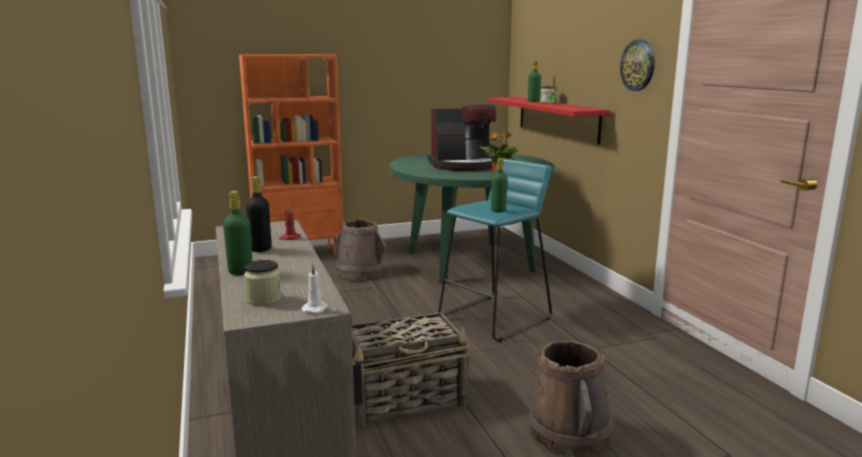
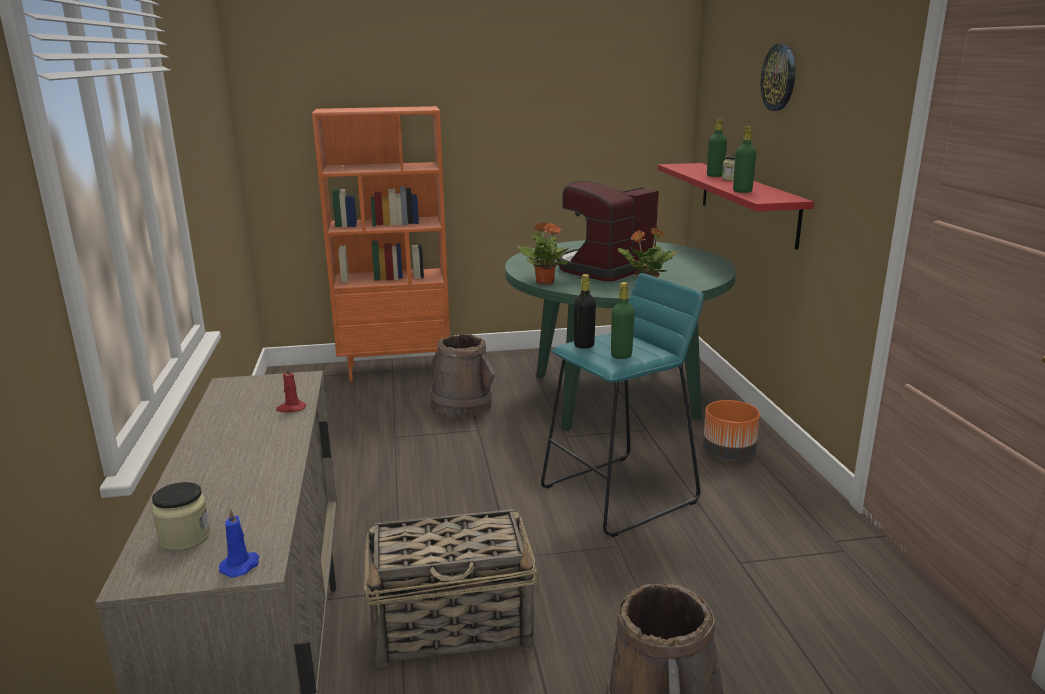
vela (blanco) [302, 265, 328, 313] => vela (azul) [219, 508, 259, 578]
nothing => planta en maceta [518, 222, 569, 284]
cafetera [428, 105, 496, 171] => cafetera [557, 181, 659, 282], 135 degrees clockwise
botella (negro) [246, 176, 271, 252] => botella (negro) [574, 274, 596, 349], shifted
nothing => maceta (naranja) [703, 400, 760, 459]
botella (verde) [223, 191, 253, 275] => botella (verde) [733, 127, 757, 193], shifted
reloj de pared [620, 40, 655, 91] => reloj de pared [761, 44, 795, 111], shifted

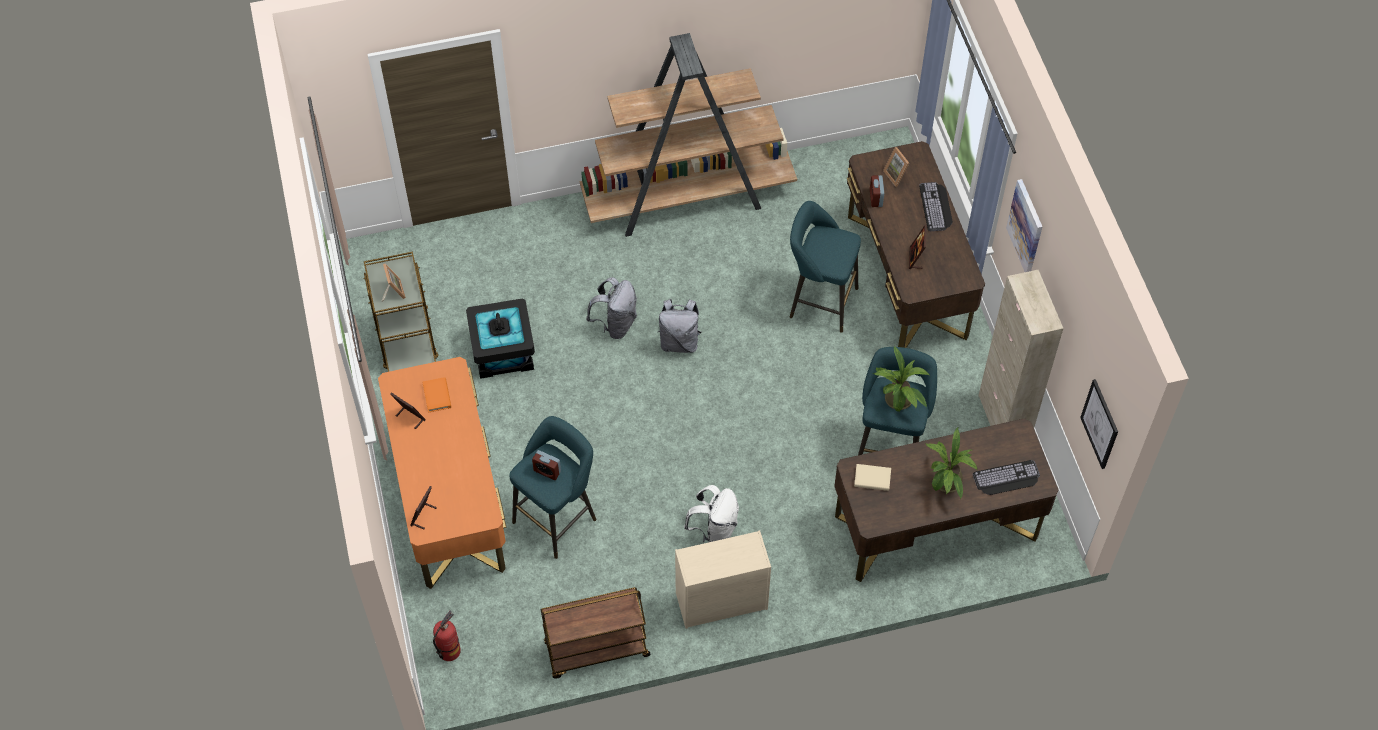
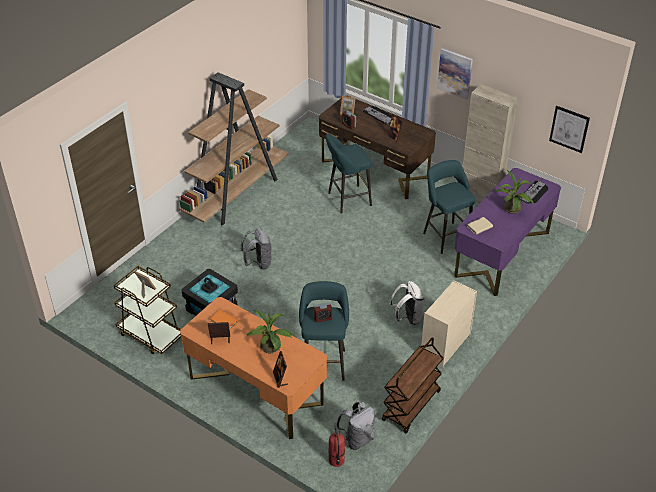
planta en maceta [873, 346, 929, 412] => planta en maceta [246, 310, 294, 353], shifted
mochila (gris) [657, 299, 702, 353] => mochila (gris) [337, 401, 375, 450], shifted
escritorio (marrón) [834, 418, 1058, 582] => escritorio (morado) [454, 168, 561, 296]

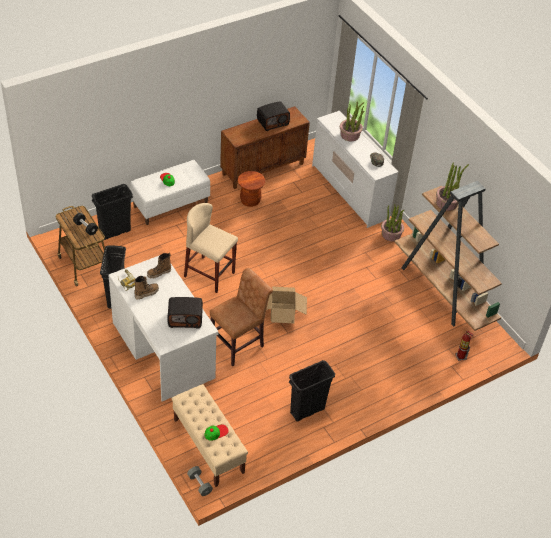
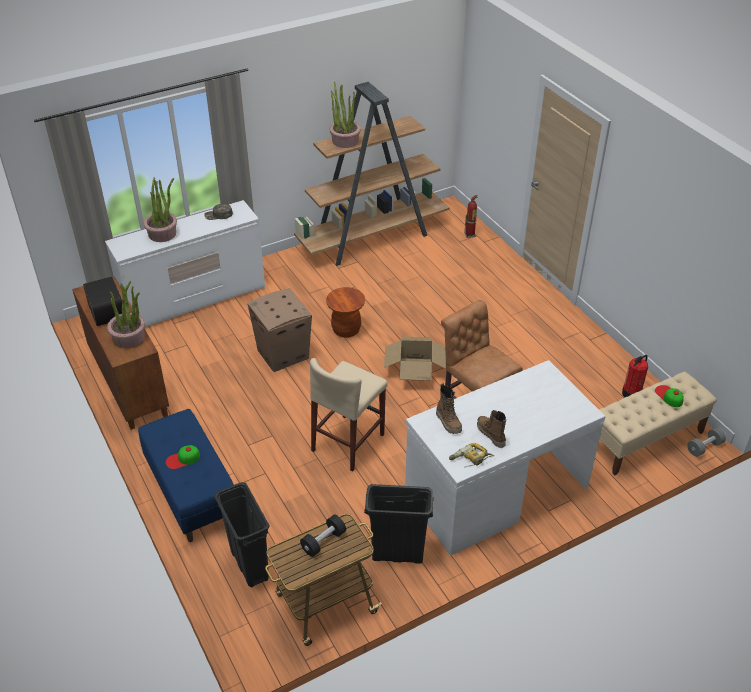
planta en maceta [381, 204, 404, 241] => planta en maceta [107, 281, 145, 348], shifted
banco (blanco) [130, 160, 210, 225] => banco (azul) [138, 409, 234, 542]
nothing => caja de cartón [248, 289, 312, 372]
taburete (marrón) [238, 171, 265, 207] => taburete (marrón) [326, 287, 365, 338], shifted
nothing => extintor [622, 355, 648, 397]
radio [167, 297, 203, 329] => nothing
papelera (negro) [289, 360, 335, 421] => nothing

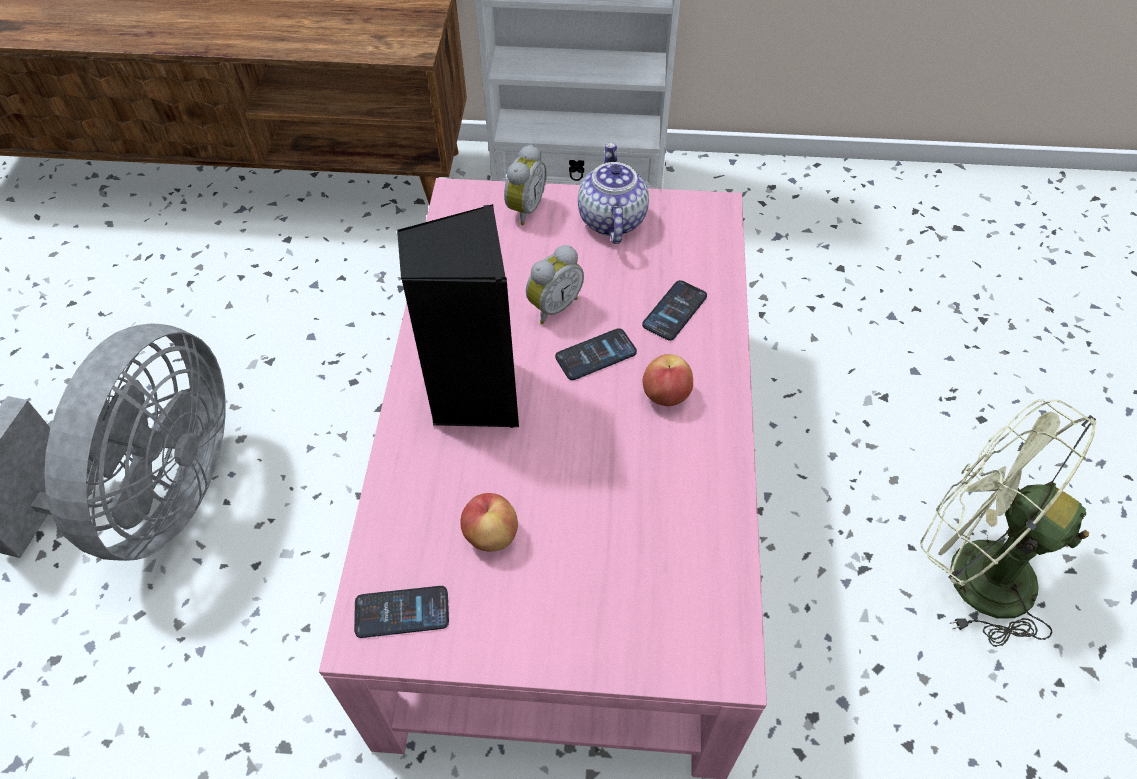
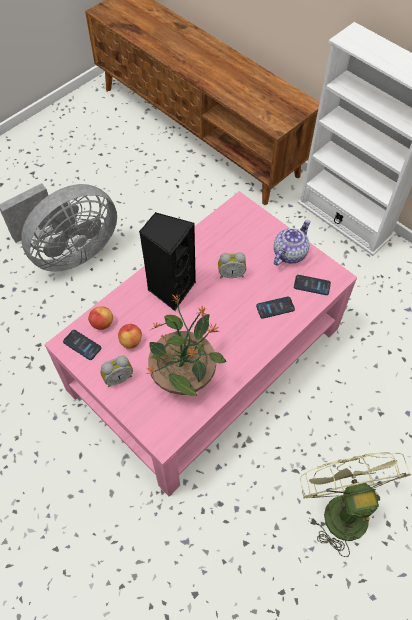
manzana [642, 354, 693, 406] => manzana [88, 306, 113, 330], shifted
despertador [504, 144, 547, 225] => despertador [100, 355, 133, 387], shifted
nothing => planta en maceta [146, 294, 227, 396]
móvil [555, 328, 637, 380] => móvil [294, 275, 331, 295], shifted

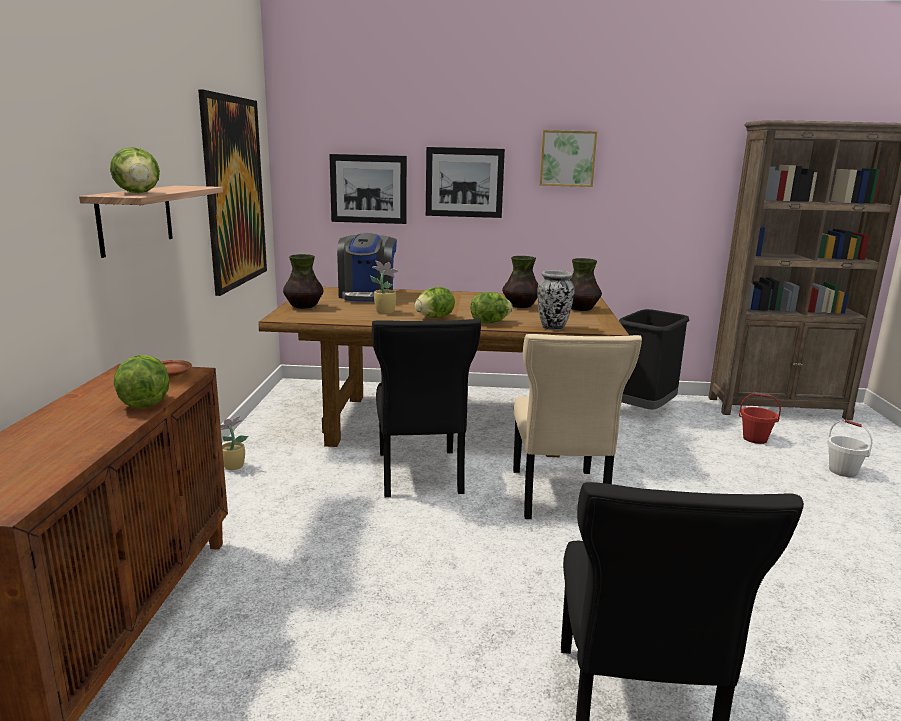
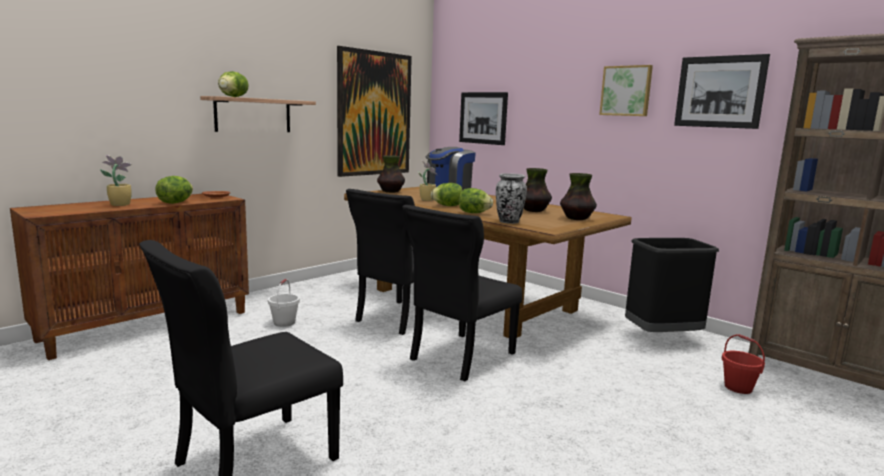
planta en maceta [220, 416, 248, 470] => planta en maceta [100, 155, 132, 206], shifted
cubo (blanco) [827, 420, 872, 477] => cubo (blanco) [268, 279, 300, 327], shifted
silla (beis) [513, 334, 642, 519] => silla (negro) [402, 205, 522, 382]
cuadro [426, 147, 505, 218] => cuadro [674, 54, 770, 129], shifted

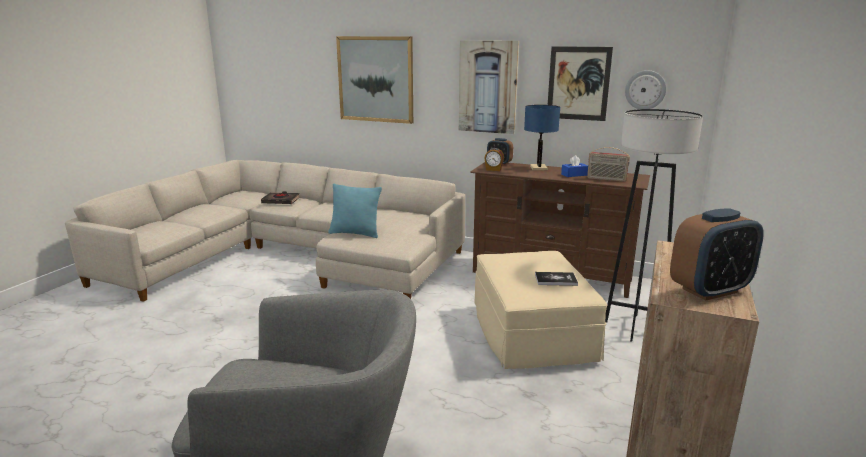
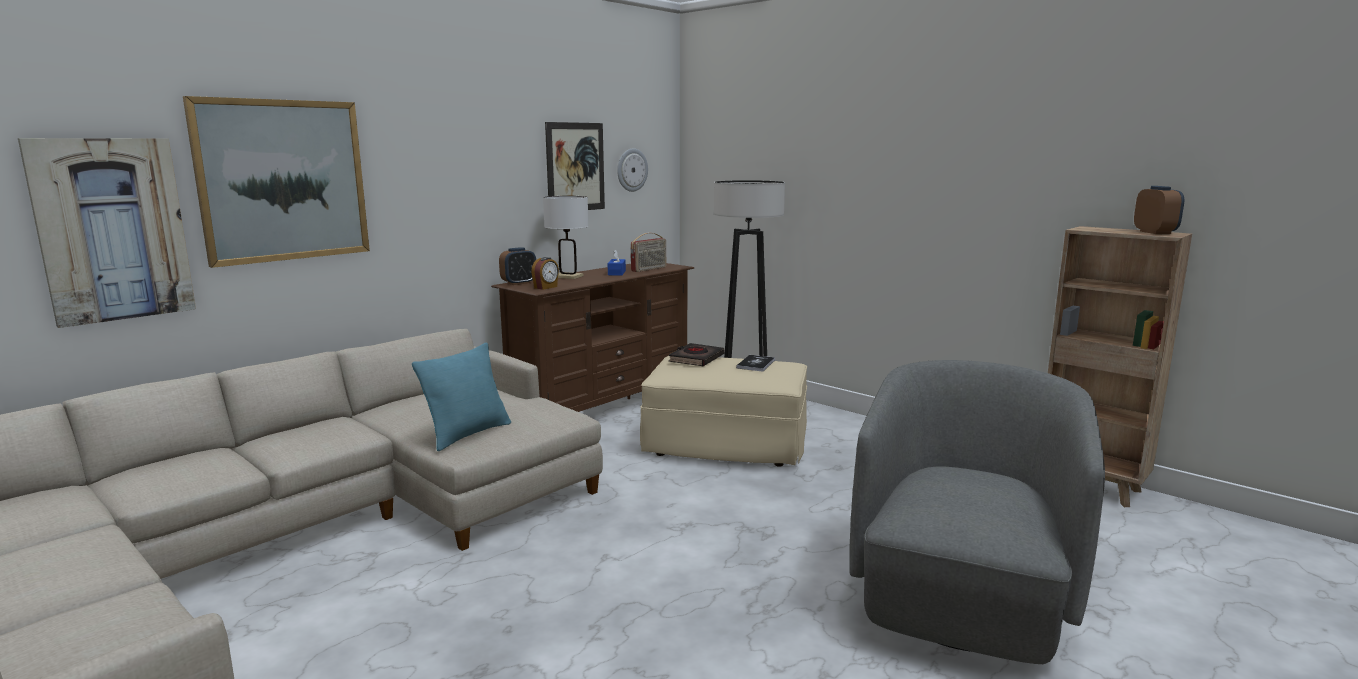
cuadro [459, 40, 519, 134] => cuadro [18, 138, 196, 328], shifted
lámpara de mesa (azul) [524, 105, 560, 171] => lámpara de mesa (blanco) [543, 196, 589, 279]
libro (negro) [261, 191, 300, 204] => libro (negro) [669, 343, 724, 366], shifted

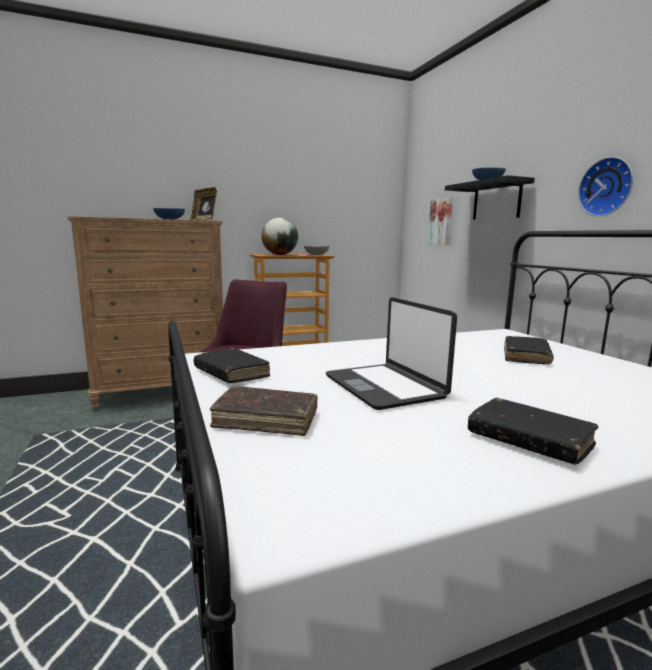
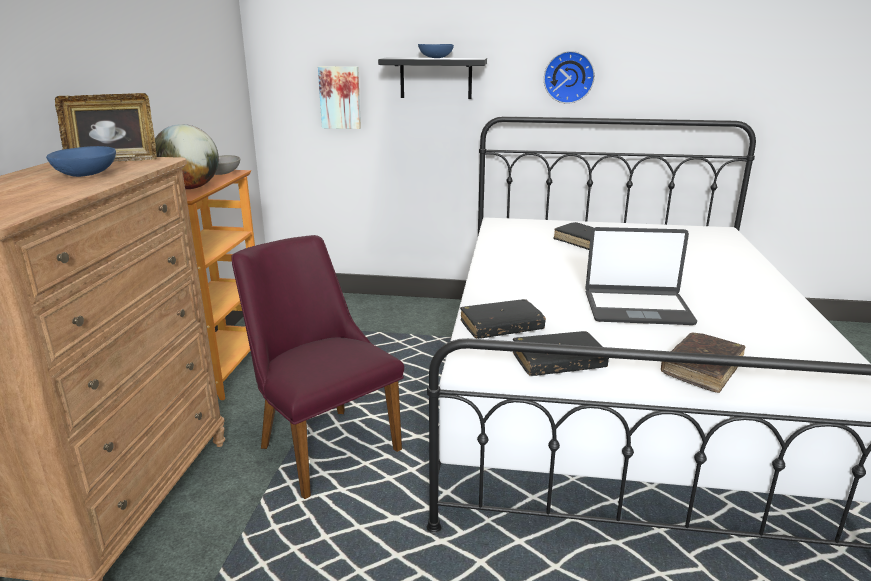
libro (negro) [468, 398, 598, 465] => libro (negro) [460, 299, 546, 339], shifted

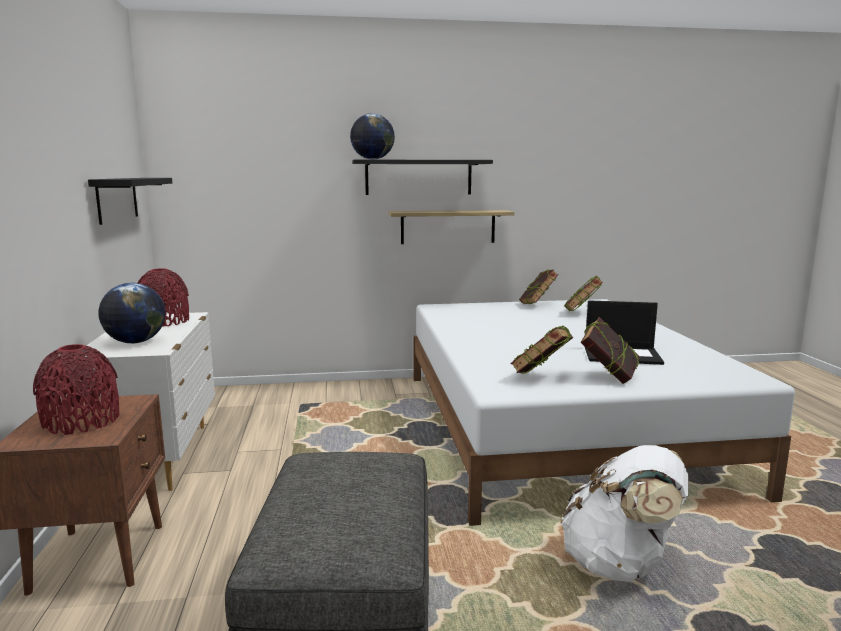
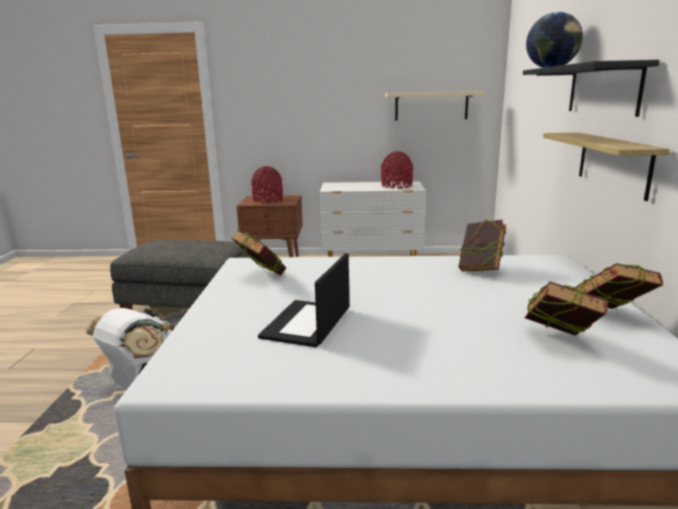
estante (negro) [88, 178, 172, 225] => estante (beis) [386, 91, 485, 121]
libro [581, 317, 640, 384] => libro [458, 219, 506, 272], shifted
globo terráqueo [98, 283, 165, 343] => nothing

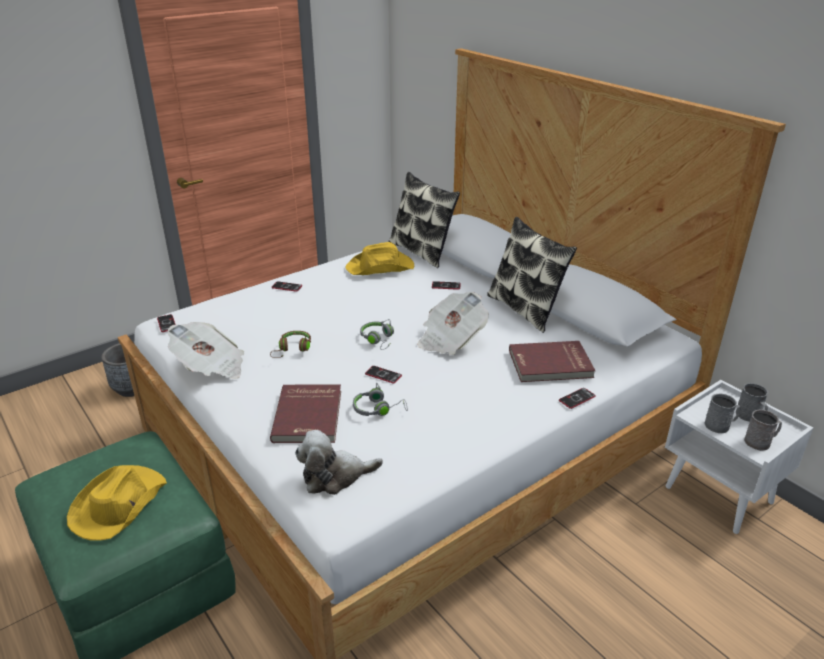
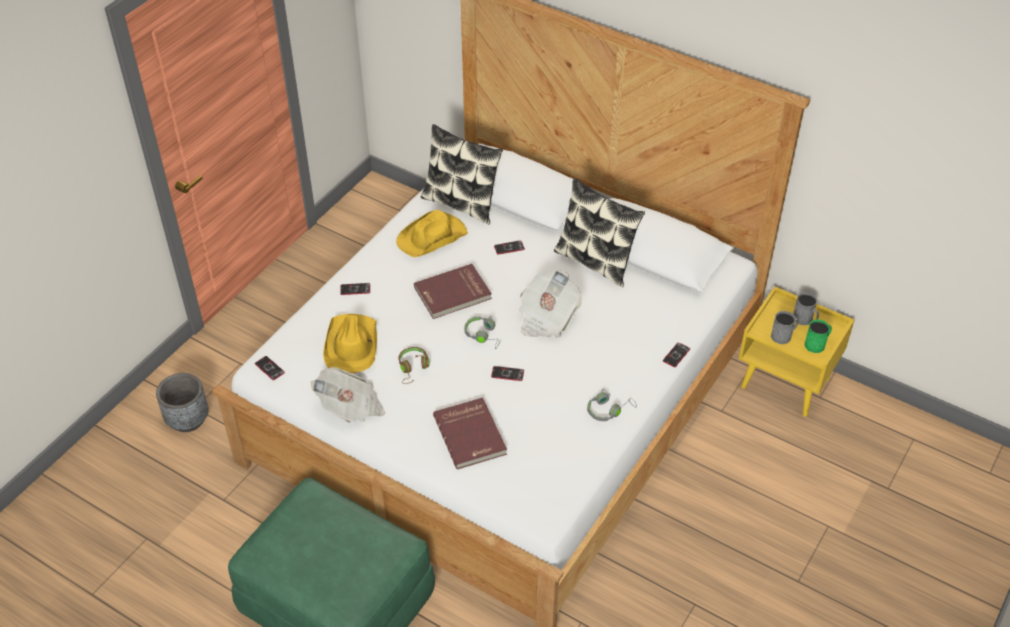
sombrero (amarillo) [67, 465, 167, 541] => sombrero (amarillo) [323, 314, 377, 373], shifted
libro (rojo) [509, 341, 596, 382] => libro (rojo) [414, 264, 492, 319], shifted
auriculares (gris) [353, 383, 408, 416] => auriculares (gris) [587, 389, 637, 421], shifted
mesita de noche (blanco) [665, 380, 813, 534] => mesita de noche (amarillo) [739, 286, 855, 417]
taza grande (gris) [744, 409, 782, 451] => taza grande (verde) [805, 319, 832, 353]
peluche [295, 430, 383, 495] => nothing

